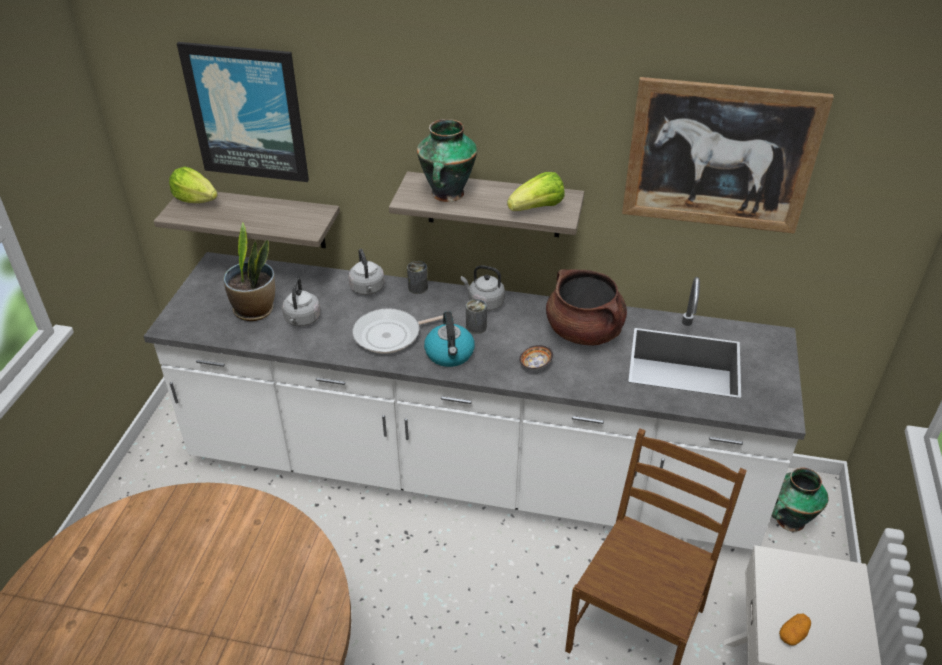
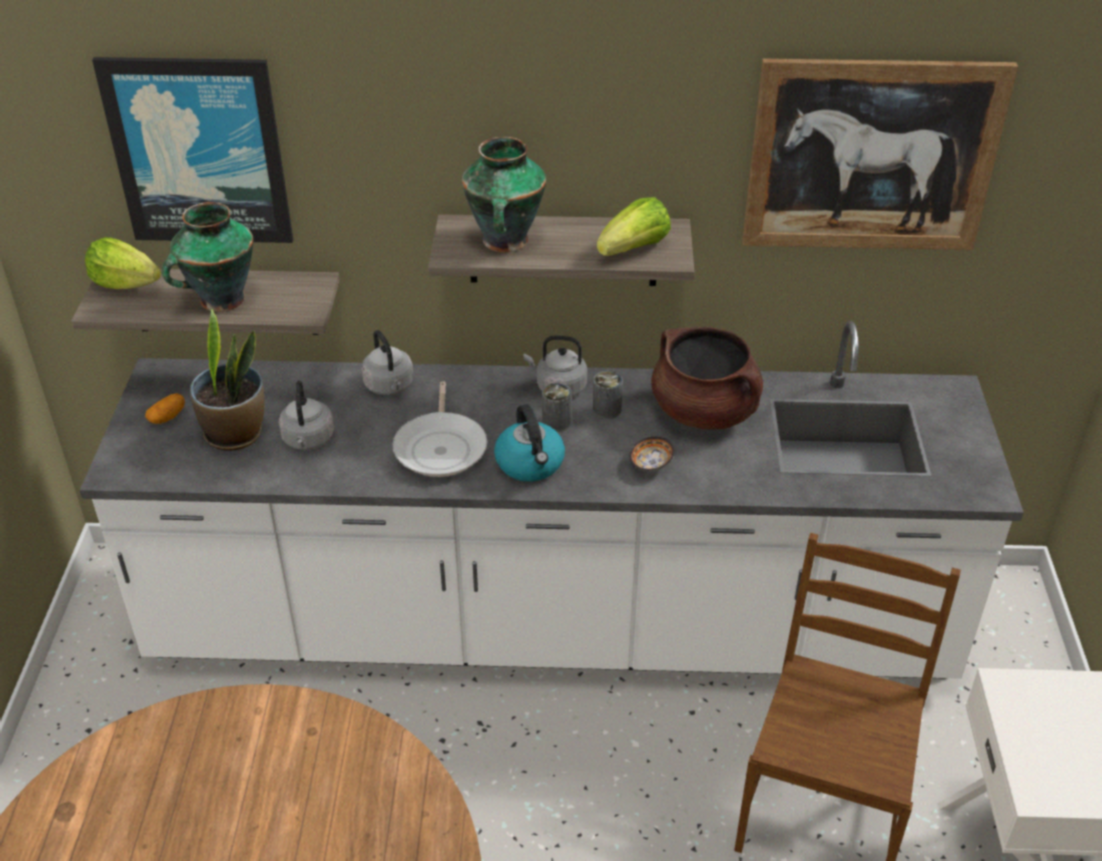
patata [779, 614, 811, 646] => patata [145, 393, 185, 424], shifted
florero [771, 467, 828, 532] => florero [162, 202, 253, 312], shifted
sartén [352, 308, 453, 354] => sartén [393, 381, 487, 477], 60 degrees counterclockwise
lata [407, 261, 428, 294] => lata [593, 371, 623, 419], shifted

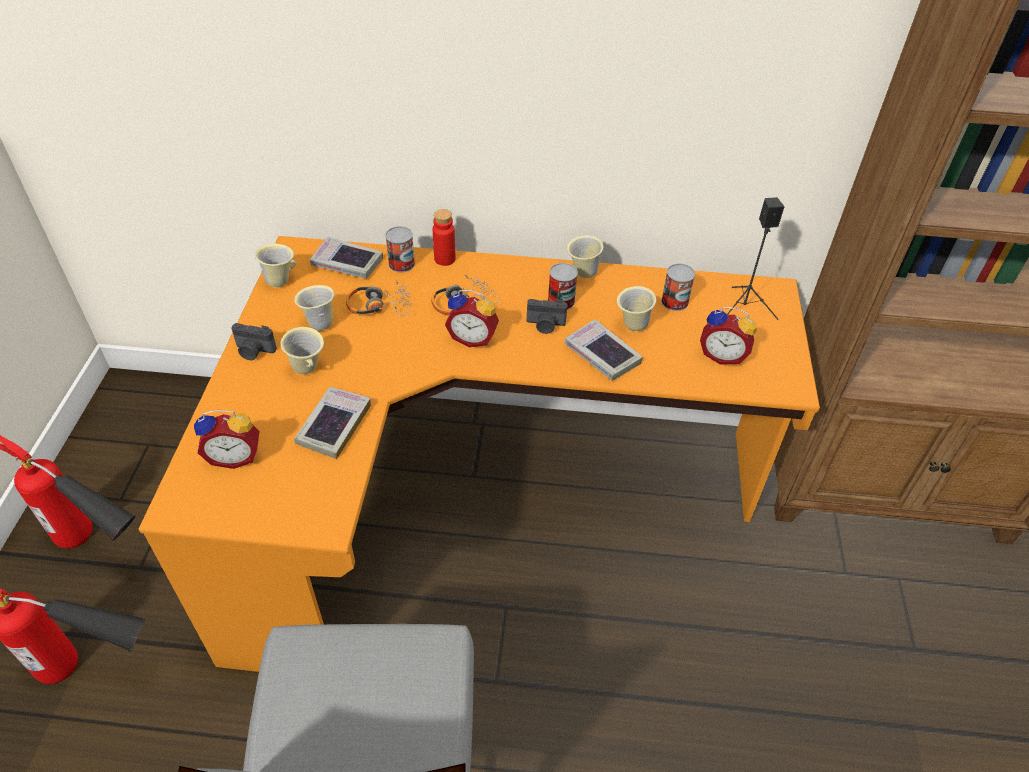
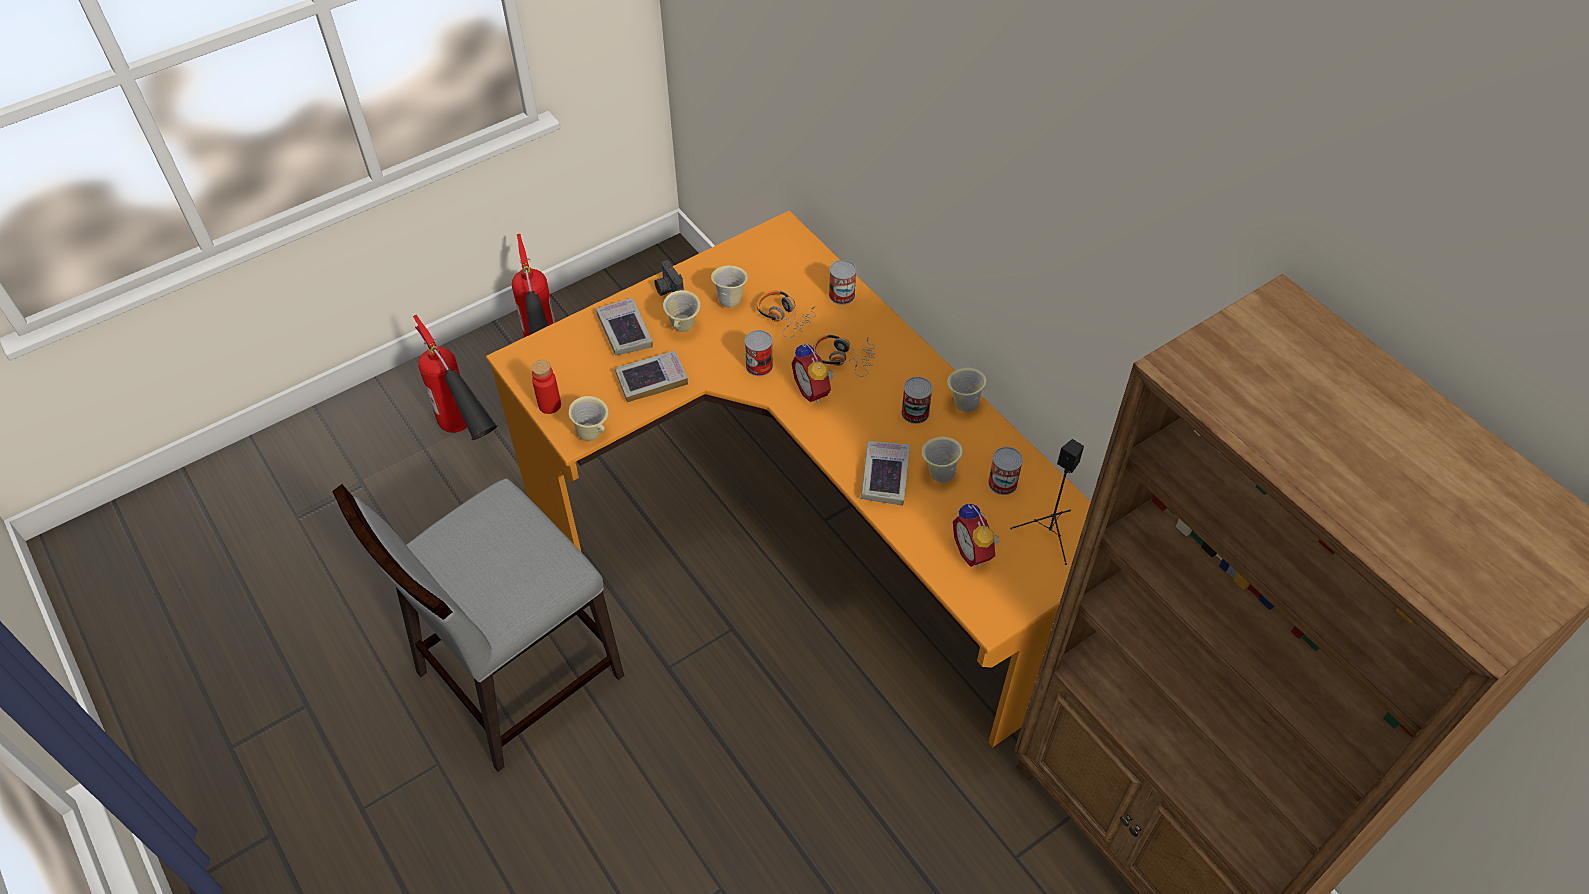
botella (rojo) [433, 209, 455, 266] => botella (rojo) [531, 360, 561, 414], shifted
taza grande (beis) [255, 244, 296, 288] => taza grande (beis) [568, 396, 609, 441], shifted
libro [310, 237, 383, 279] => libro [596, 298, 653, 356], shifted
nothing => lata [744, 330, 773, 376]
despertador [194, 409, 259, 469] => nothing
cámara [527, 299, 567, 334] => nothing

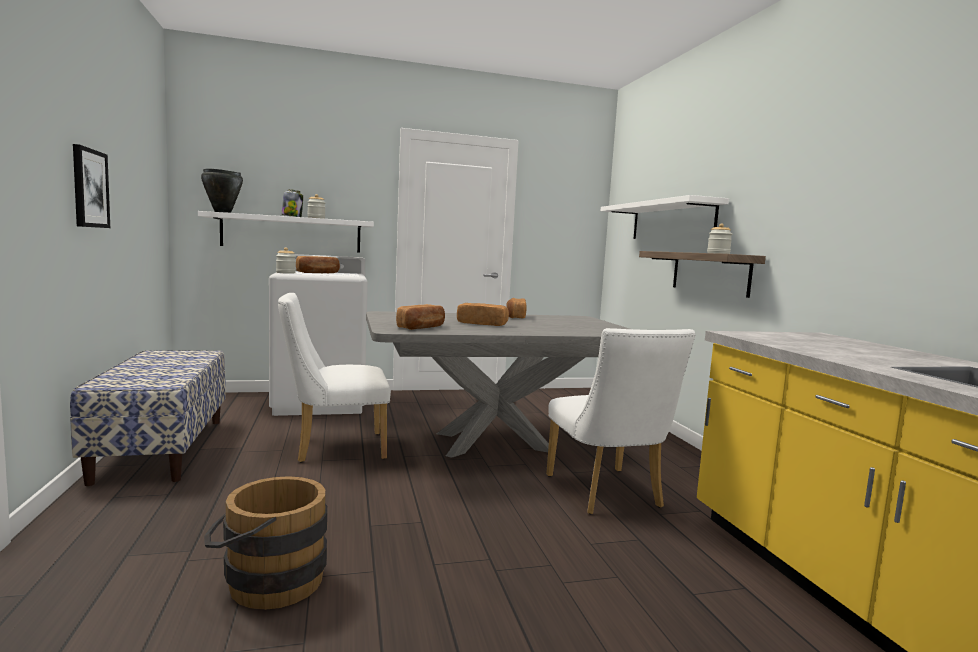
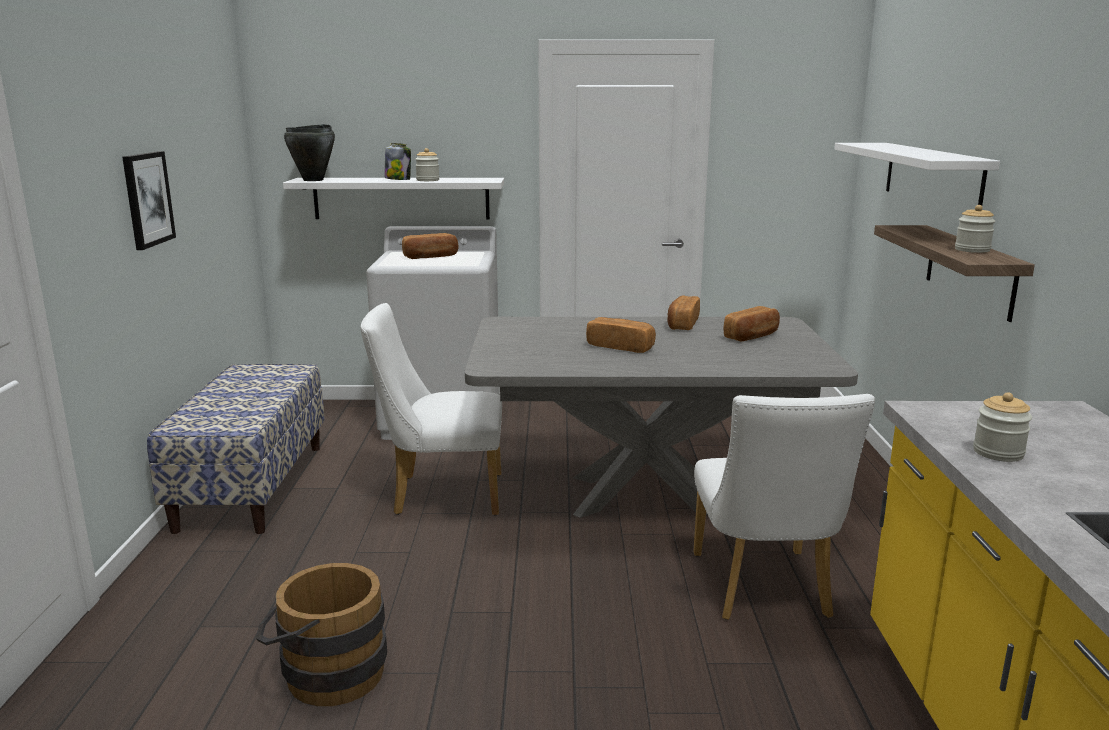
pan [396, 304, 445, 330] => pan [724, 306, 780, 341], shifted
tarro [276, 247, 296, 274] => tarro [973, 392, 1032, 462], shifted

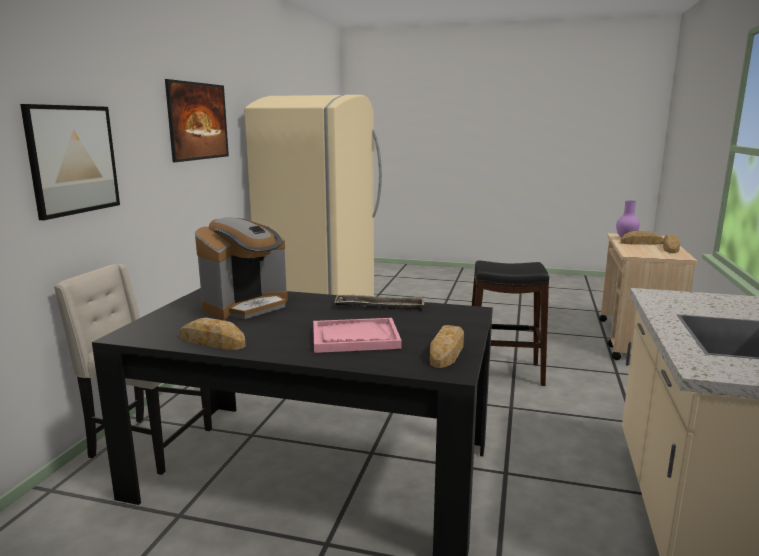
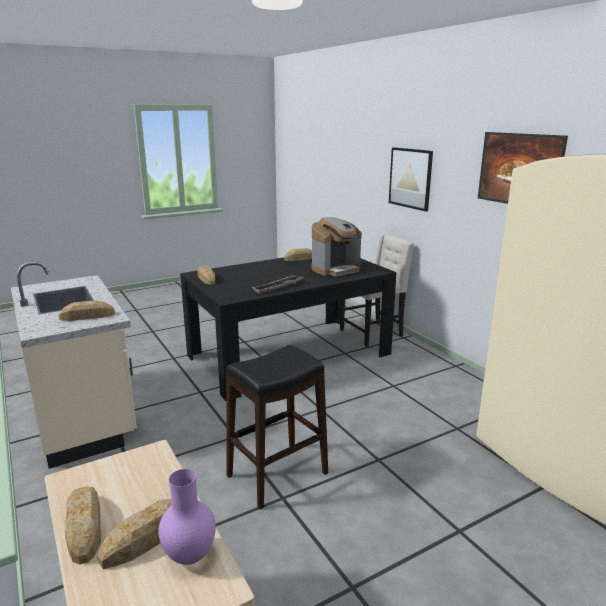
nothing => pan [59, 300, 115, 321]
cafetera [195, 217, 288, 320] => cafetera [312, 217, 362, 277], 120 degrees counterclockwise
bandeja (rosa) [313, 318, 402, 353] => nothing

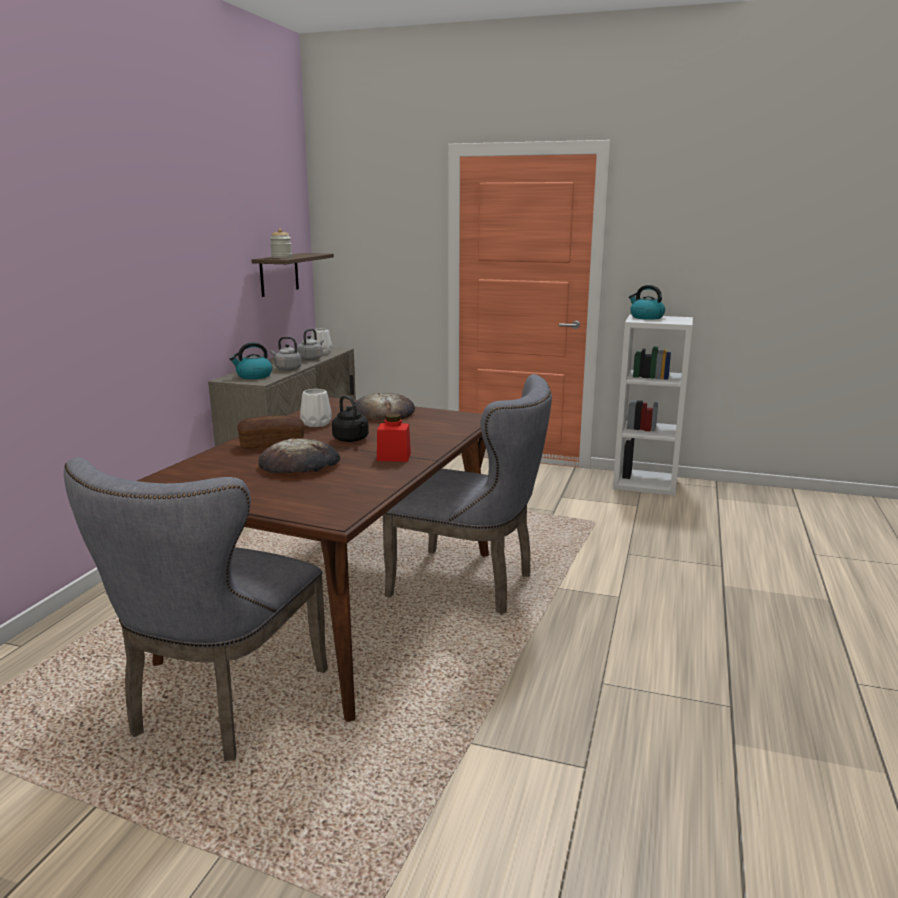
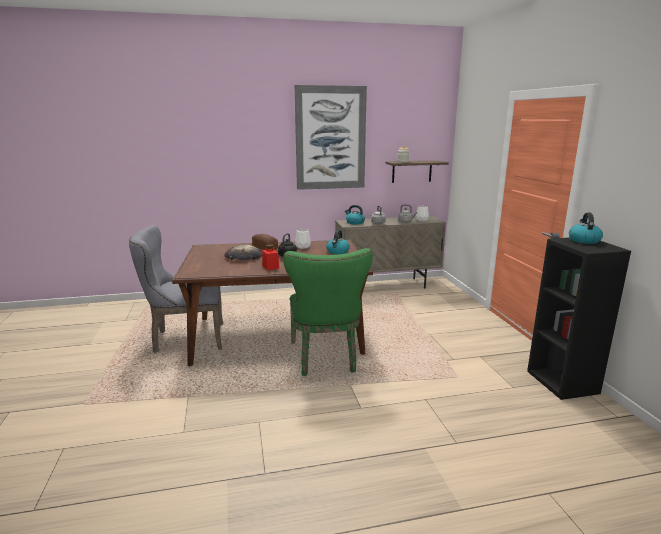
silla (gris) [383, 374, 552, 614] => silla (verde) [283, 248, 373, 376]
nothing => cuadro [295, 85, 367, 190]
pan [352, 393, 415, 421] => hervidor [326, 230, 350, 254]
estantería (blanco) [613, 315, 693, 496] => estantería (negro) [527, 237, 631, 400]

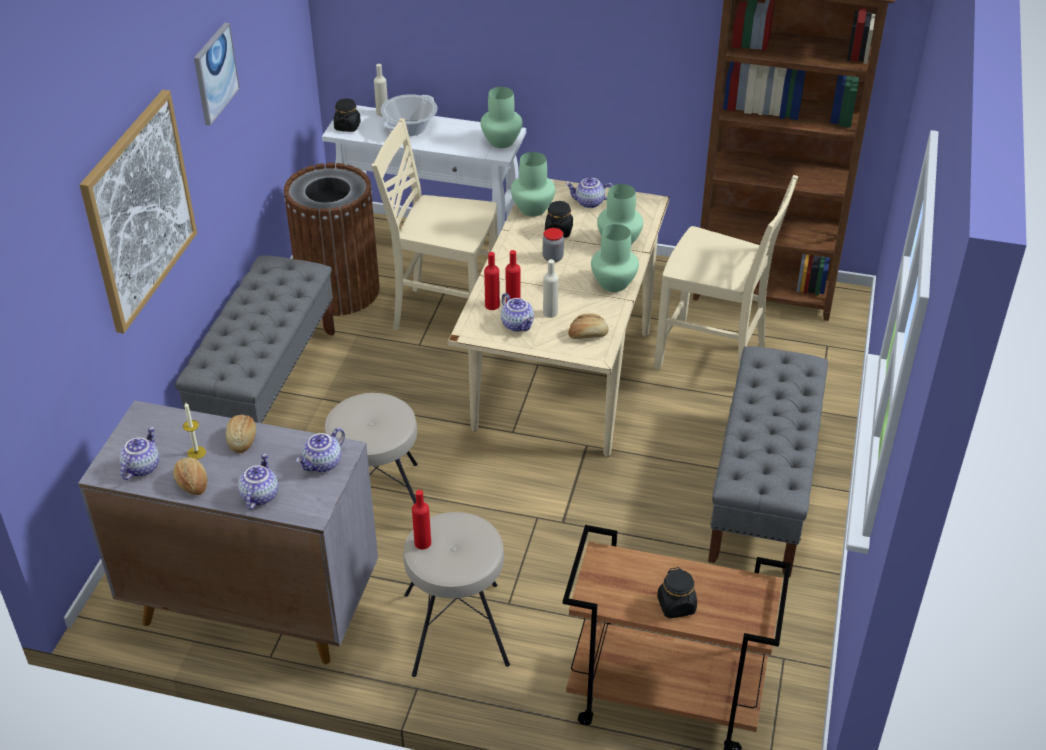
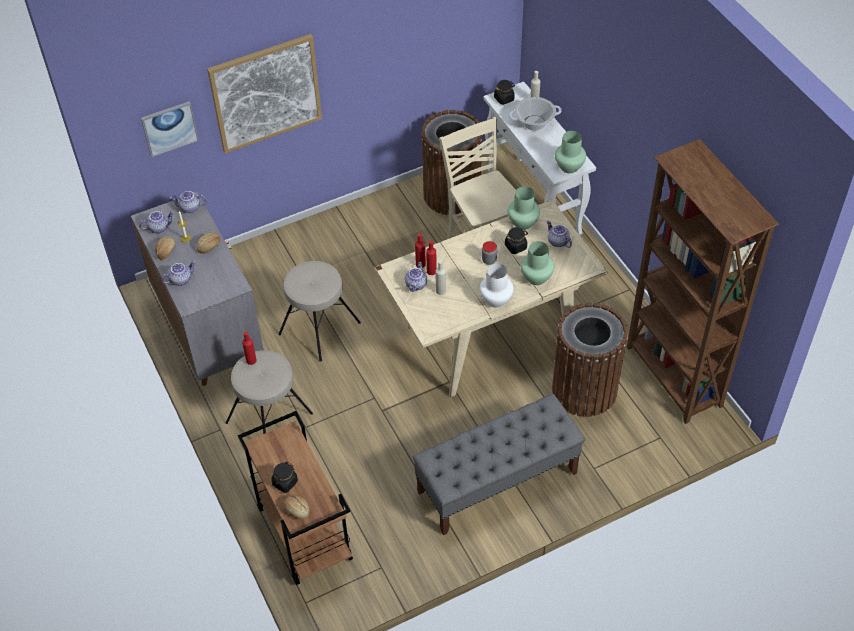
cuadro [194, 23, 240, 125] => cuadro [141, 101, 199, 157], shifted
tetera [296, 428, 345, 472] => tetera [169, 191, 207, 213], shifted
pan [568, 313, 608, 339] => pan [283, 495, 310, 520], shifted
florero (verde) [591, 224, 639, 292] => florero (blanco) [479, 263, 514, 308]
silla (beis) [654, 175, 798, 370] => papelera (marrón) [552, 303, 628, 417]
banco (gris) [175, 255, 335, 423] => nothing

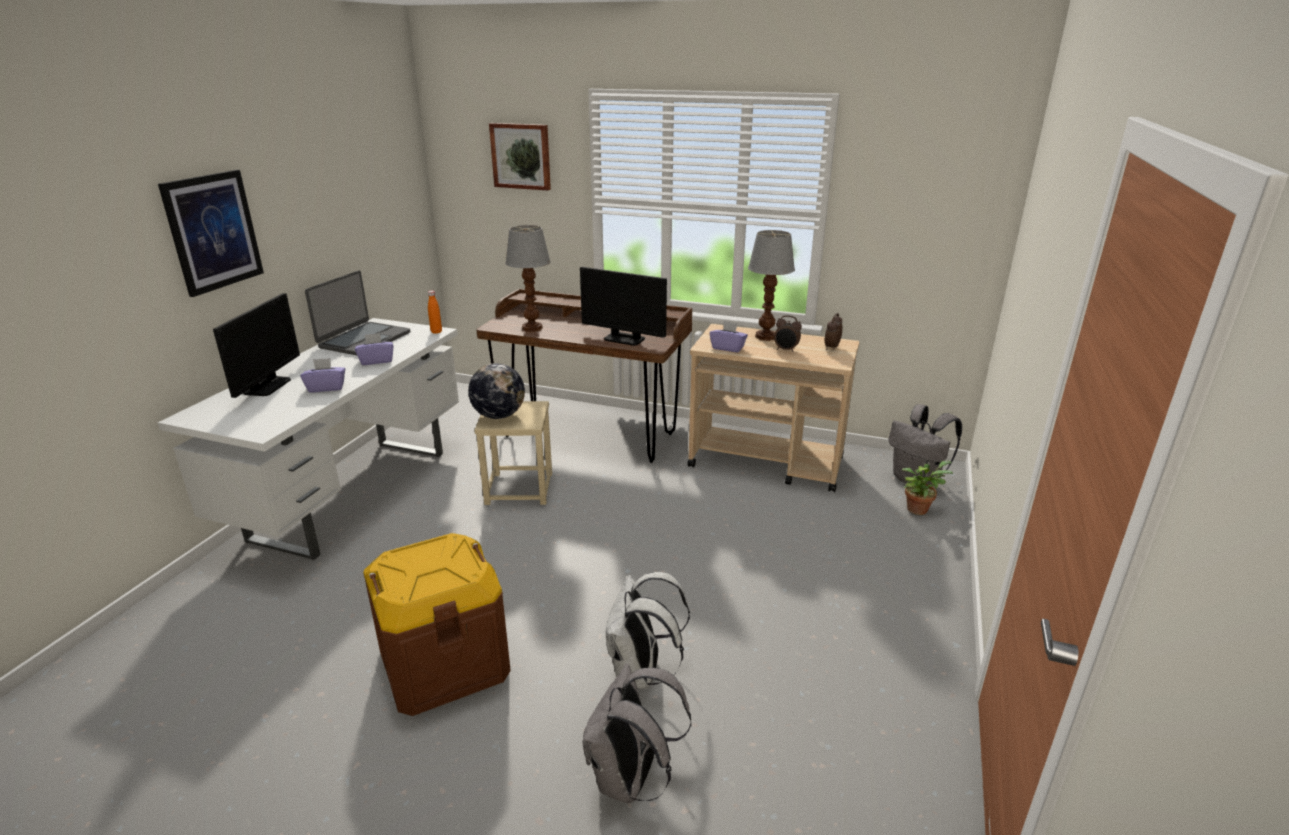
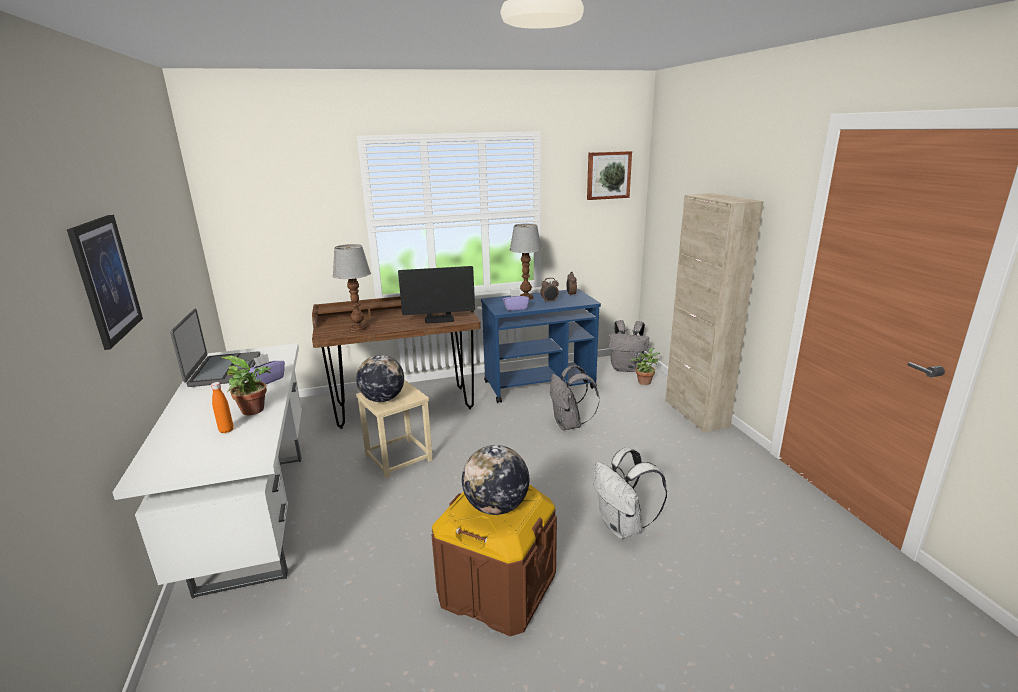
botella (naranja) [428, 291, 442, 334] => botella (naranja) [211, 382, 234, 433], shifted
caja de pañuelos (morado) [300, 358, 345, 393] => planta en maceta [221, 356, 271, 415]
nothing => globo terráqueo [462, 445, 529, 515]
carrito (beis) [687, 324, 860, 492] => carrito (azul) [481, 289, 601, 403]
mochila (gris) [583, 664, 691, 803] => mochila (gris) [550, 365, 599, 430], shifted
cuadro [489, 123, 551, 190] => cuadro [587, 151, 632, 200], shifted
nothing => armario (beis) [665, 193, 763, 433]
monitor [213, 293, 300, 398] => nothing

